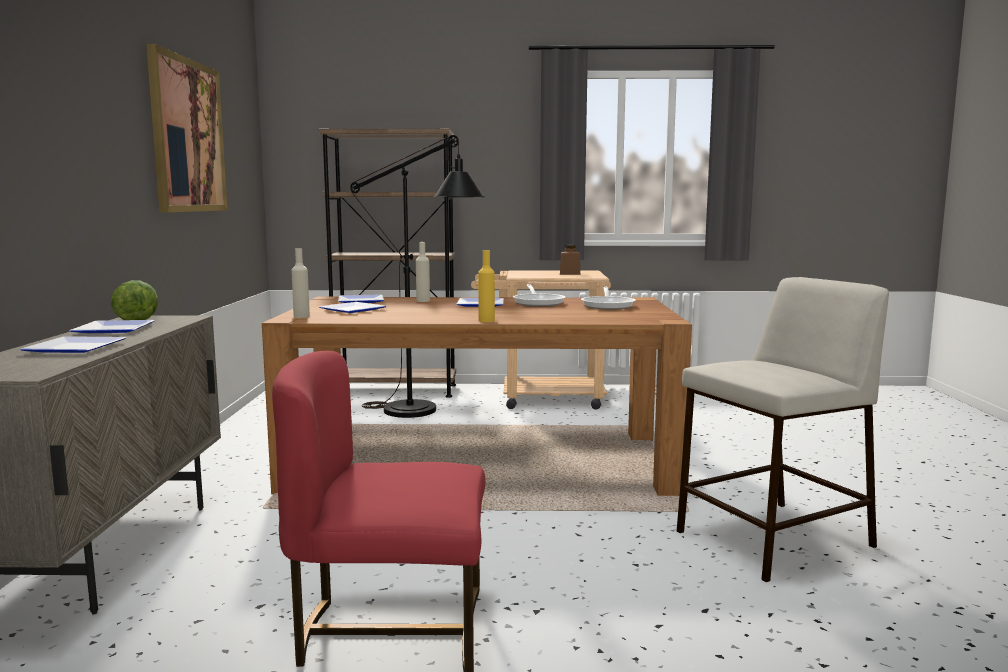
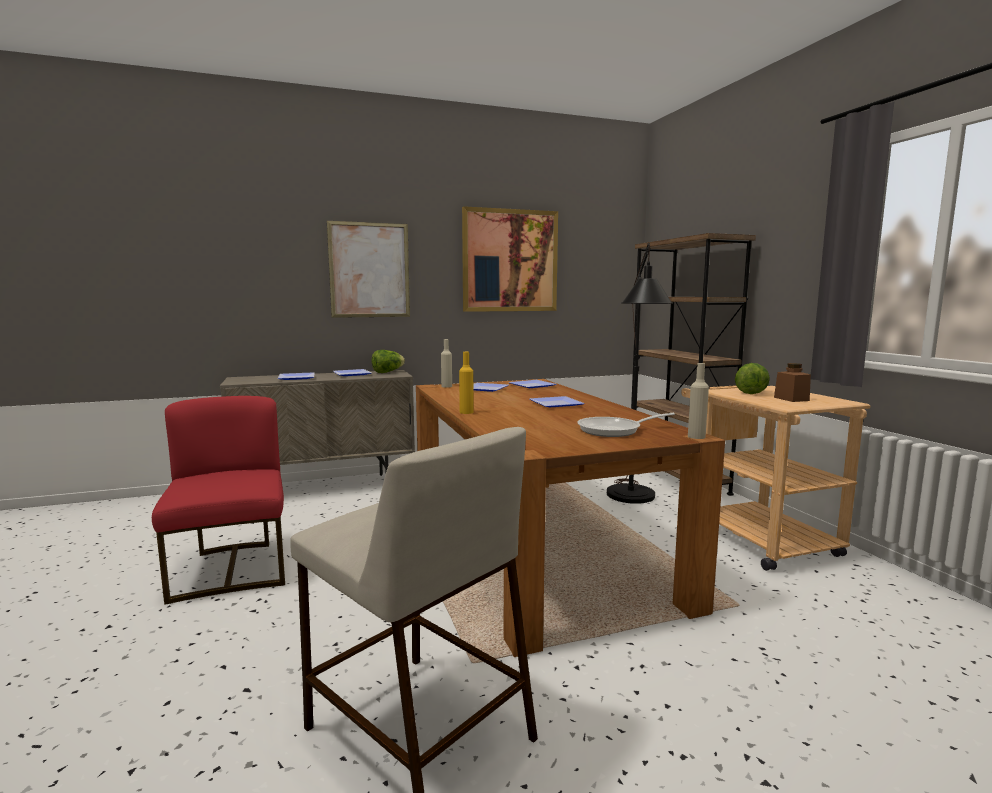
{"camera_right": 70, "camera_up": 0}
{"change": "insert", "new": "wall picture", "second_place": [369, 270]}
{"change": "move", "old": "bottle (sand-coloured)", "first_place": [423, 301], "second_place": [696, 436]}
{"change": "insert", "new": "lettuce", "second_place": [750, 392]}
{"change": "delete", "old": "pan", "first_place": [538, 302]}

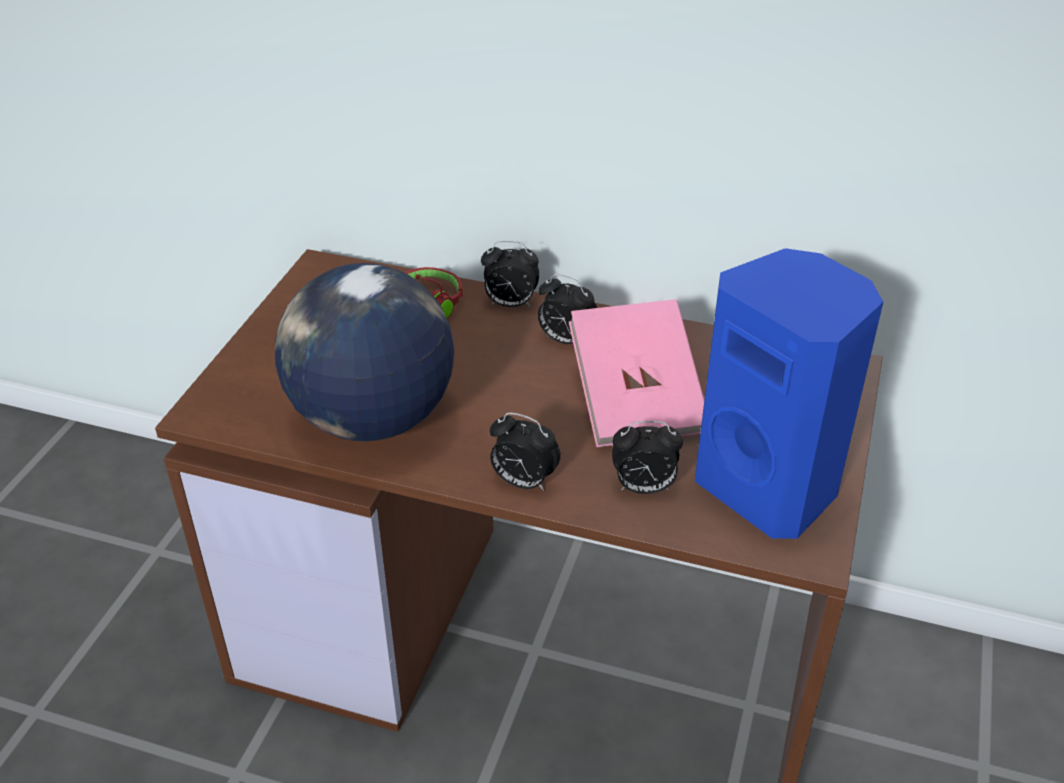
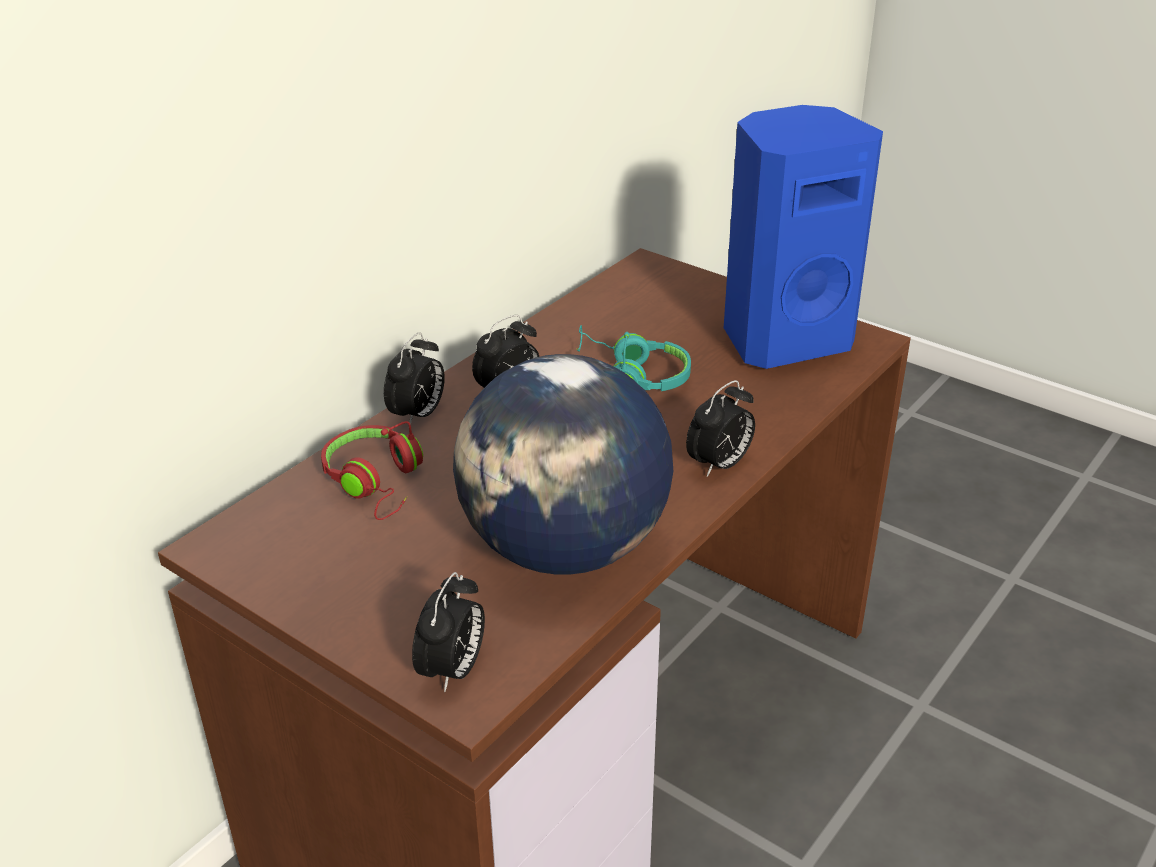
{"camera_right": -70, "camera_up": -5}
{"change": "move", "old": "bedside clock", "first_place": [643, 488], "second_place": [453, 671]}
{"change": "replace", "old": "bound book (pinkish)", "new": "headphones (turquoise-coloured)", "first_place": [636, 401], "second_place": [632, 375]}

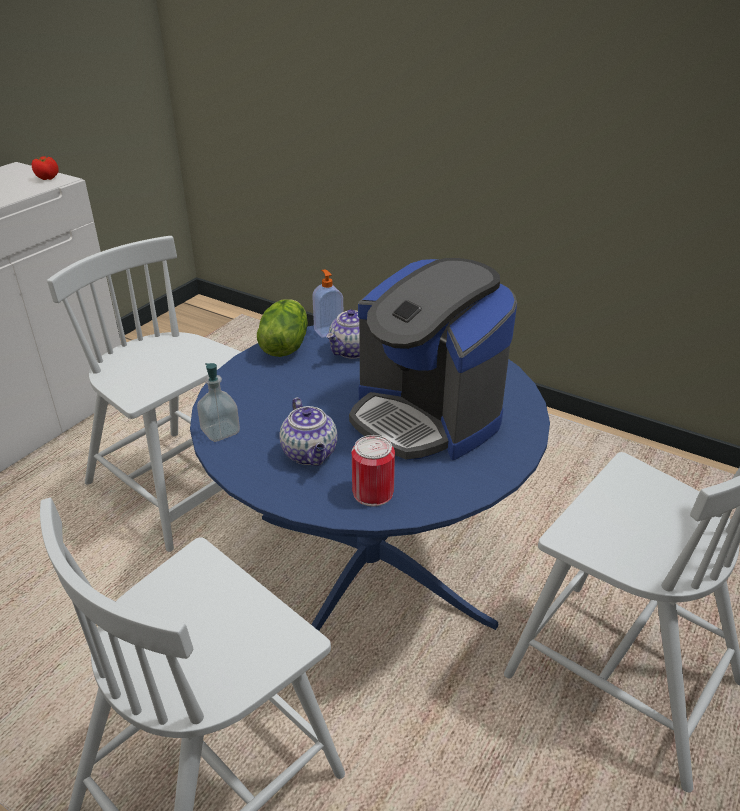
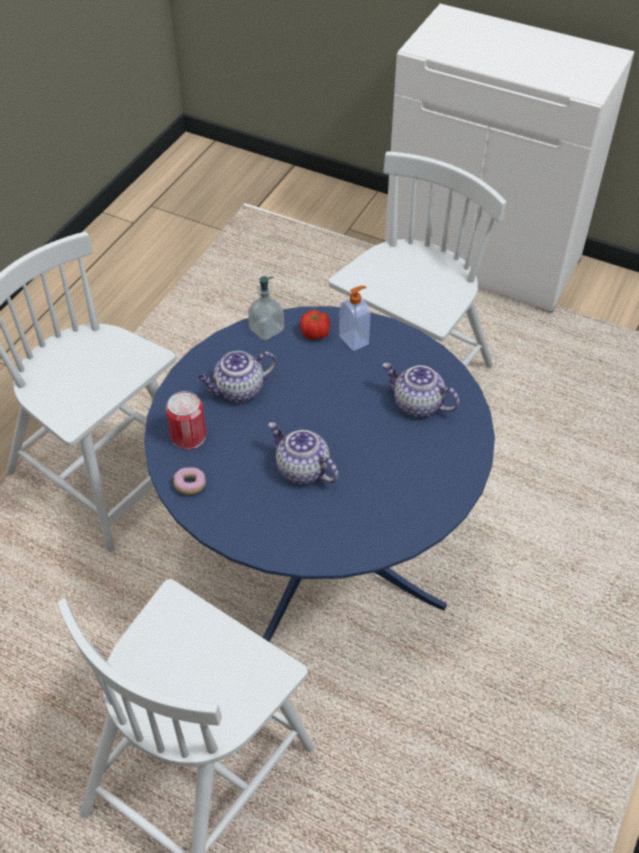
{"camera_right": 85, "camera_up": 15}
{"change": "insert", "new": "donut", "second_place": [190, 485]}
{"change": "replace", "old": "coffee machine", "new": "pot for tea", "first_place": [426, 417], "second_place": [301, 469]}
{"change": "move", "old": "whole tomato", "first_place": [48, 178], "second_place": [315, 334]}
{"change": "move", "old": "liquid soap bottle", "first_place": [328, 331], "second_place": [354, 340]}
{"change": "delete", "old": "lettuce", "first_place": [284, 346]}

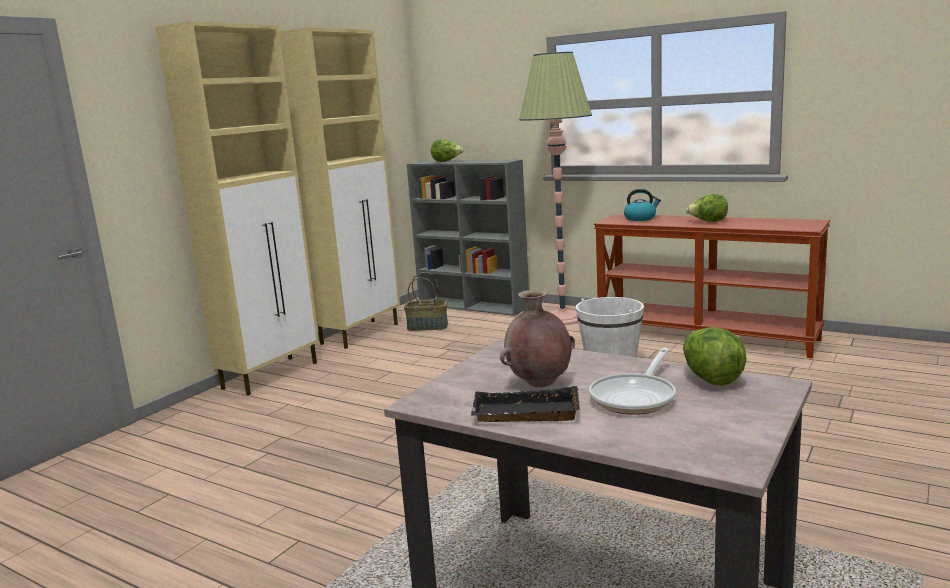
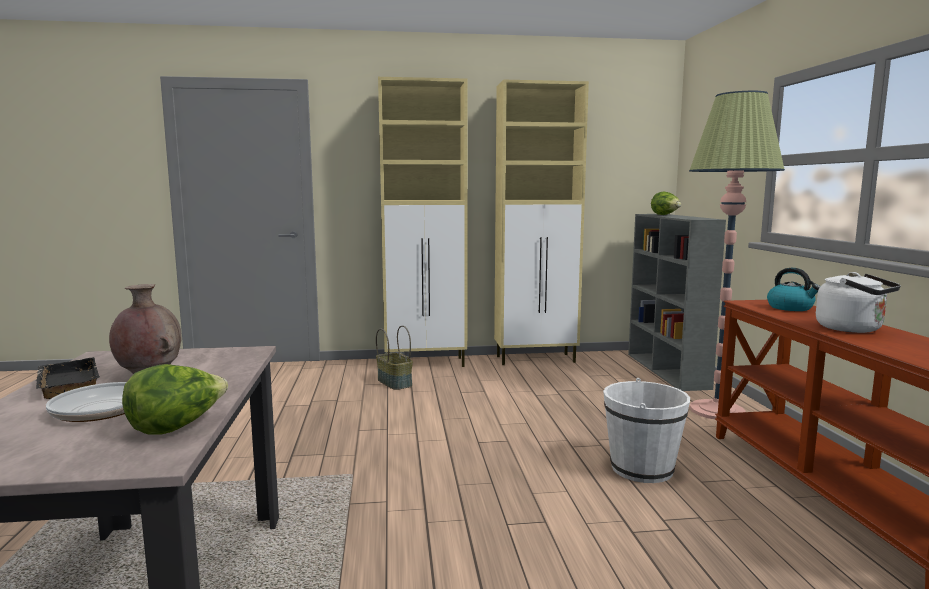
{"camera_right": 50, "camera_up": -5}
{"change": "move", "old": "household basket", "first_place": [428, 327], "second_place": [395, 383]}
{"change": "replace", "old": "lettuce", "new": "water kettle (white)", "first_place": [708, 222], "second_place": [853, 329]}

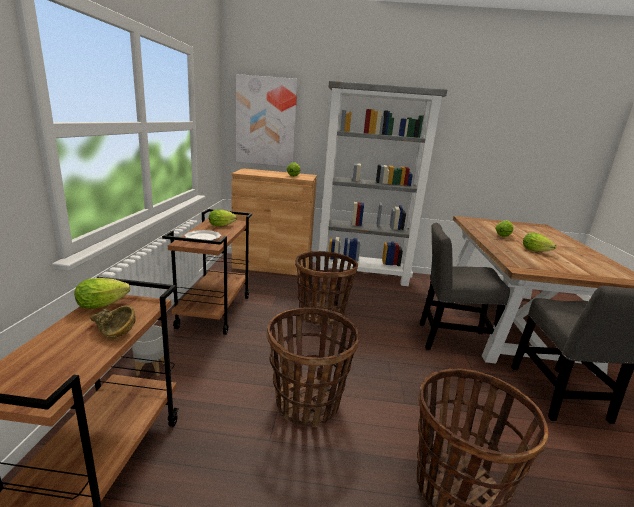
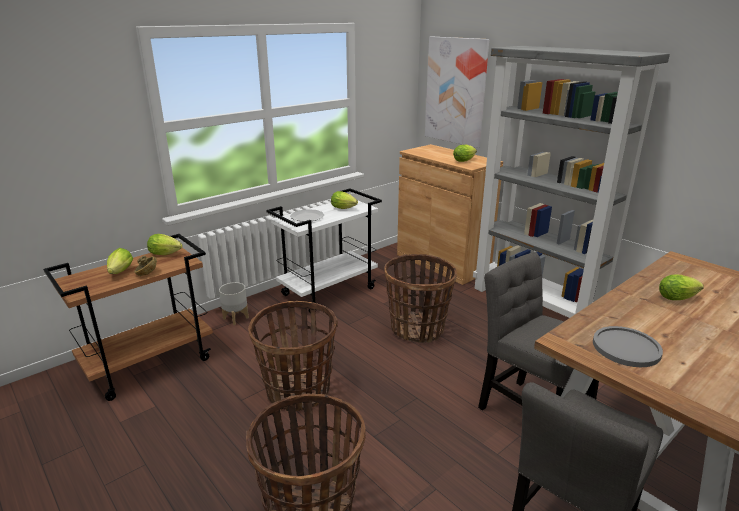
{"camera_right": 45, "camera_up": 5}
{"change": "move", "old": "lettuce", "first_place": [537, 251], "second_place": [120, 273]}
{"change": "recolor", "old": "wheeled cart (brown)", "new": "wheeled cart (white)", "first_place": [214, 311], "second_place": [329, 291]}
{"change": "insert", "new": "flat dish (gray)", "second_place": [626, 348]}

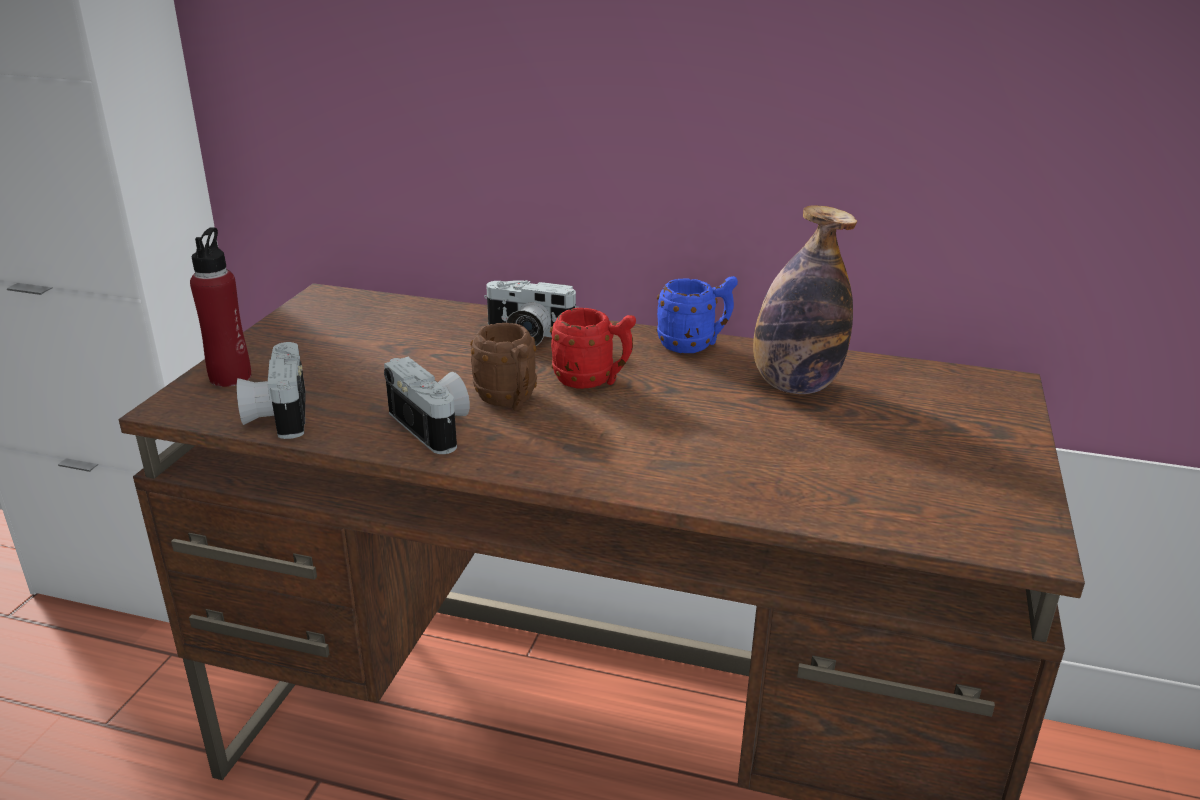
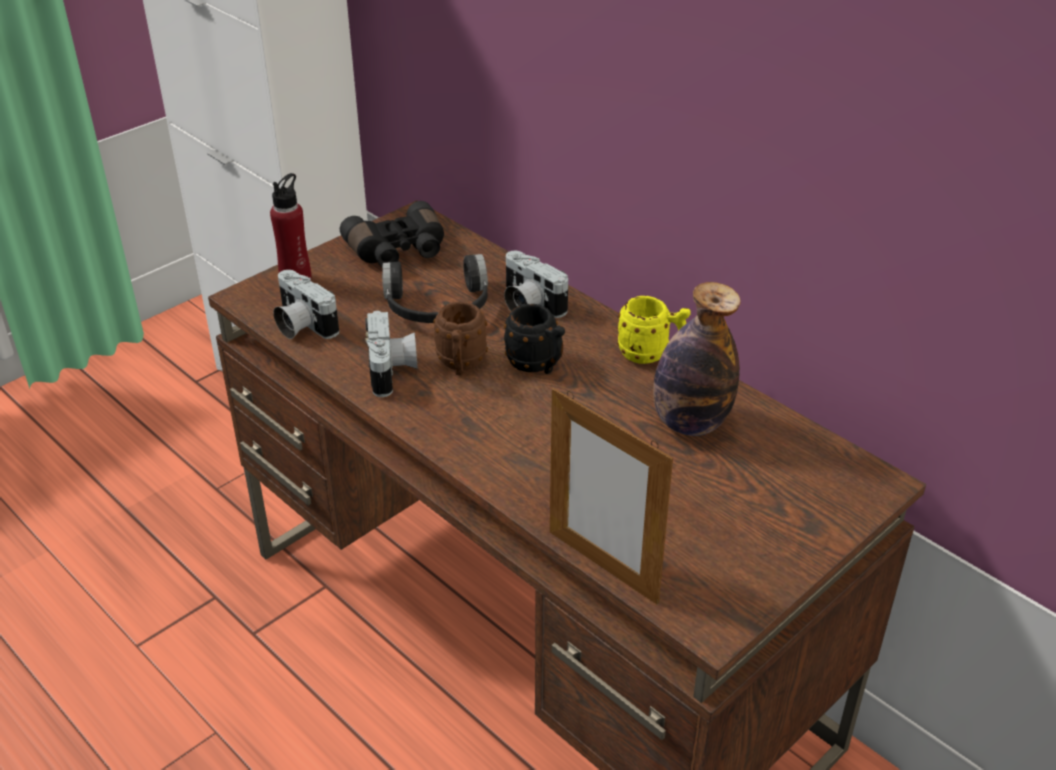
{"camera_right": 30, "camera_up": 10}
{"change": "rotate", "old": "still camera", "first_place": [276, 414], "second_place": [301, 325], "degrees": -60}
{"change": "insert", "new": "binoculars (black)", "second_place": [398, 251]}
{"change": "insert", "new": "headphones (black)", "second_place": [437, 307]}
{"change": "recolor", "old": "coffee mug (red-coloured)", "new": "coffee mug (black)", "first_place": [593, 381], "second_place": [537, 365]}
{"change": "insert", "new": "standing frame", "second_place": [602, 566]}
{"change": "recolor", "old": "coffee mug (blue)", "new": "coffee mug (yellowish)", "first_place": [694, 345], "second_place": [651, 355]}

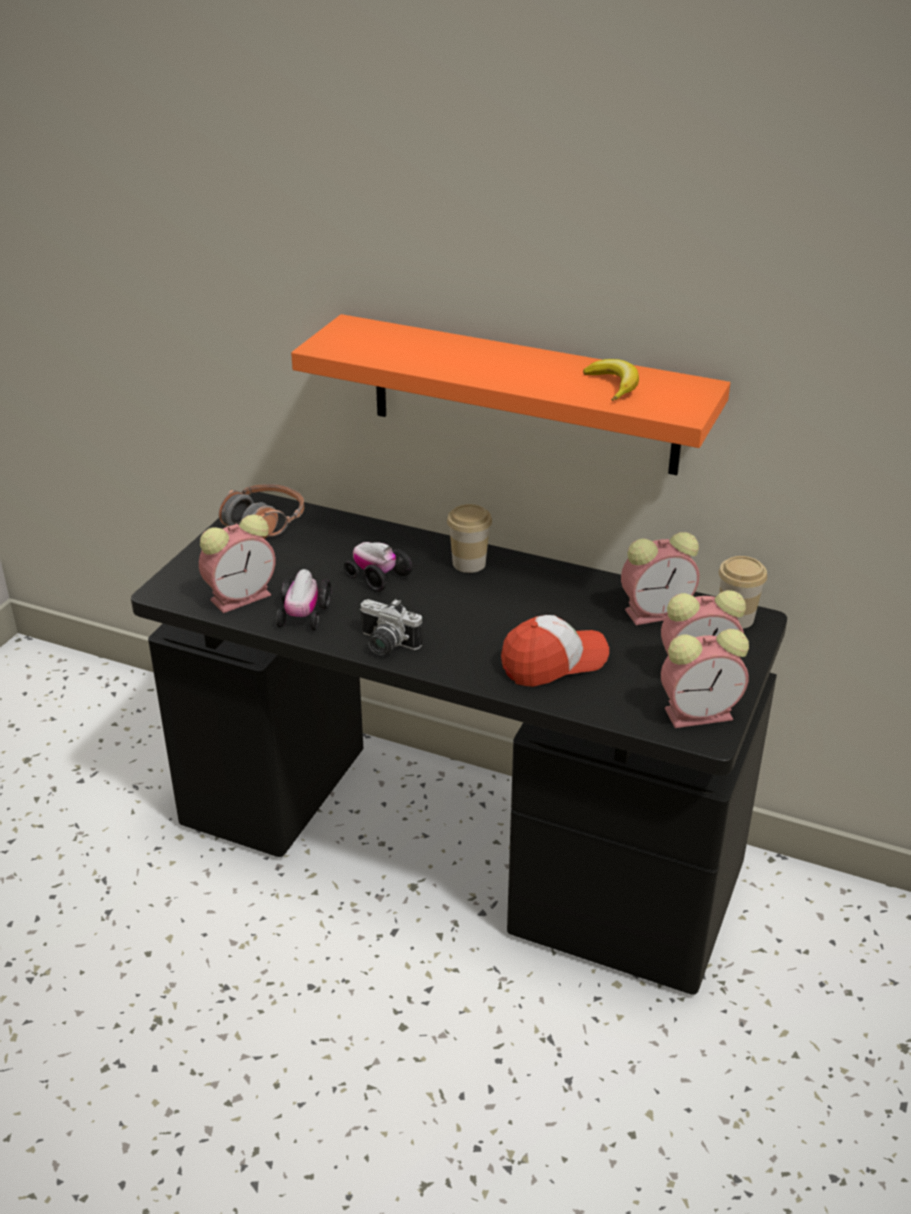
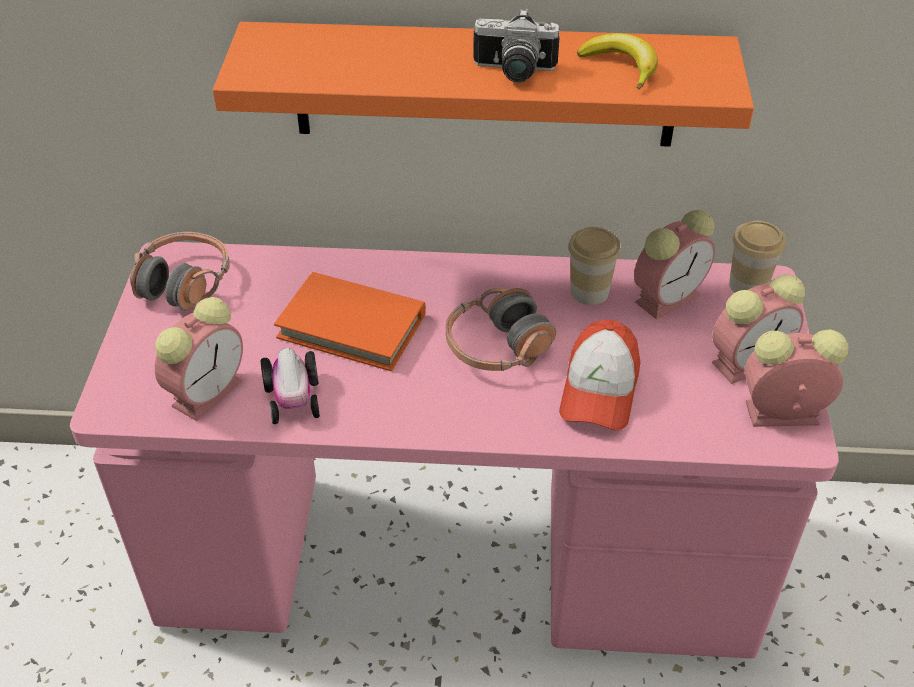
{"camera_right": -20, "camera_up": 10}
{"change": "recolor", "old": "desk table (black)", "new": "desk table (pinkish)", "first_place": [456, 845], "second_place": [457, 560]}
{"change": "replace", "old": "toy car", "new": "bound book (orange-coloured)", "first_place": [377, 577], "second_place": [352, 326]}
{"change": "insert", "new": "headphones", "second_place": [497, 347]}
{"change": "move", "old": "still camera", "first_place": [385, 645], "second_place": [513, 72]}
{"change": "rotate", "old": "peaked cap", "first_place": [553, 662], "second_place": [599, 390], "degrees": 150}
{"change": "move", "old": "drinking cup", "first_place": [469, 563], "second_place": [589, 292]}
{"change": "rotate", "old": "bedside clock", "first_place": [701, 713], "second_place": [779, 413], "degrees": -150}

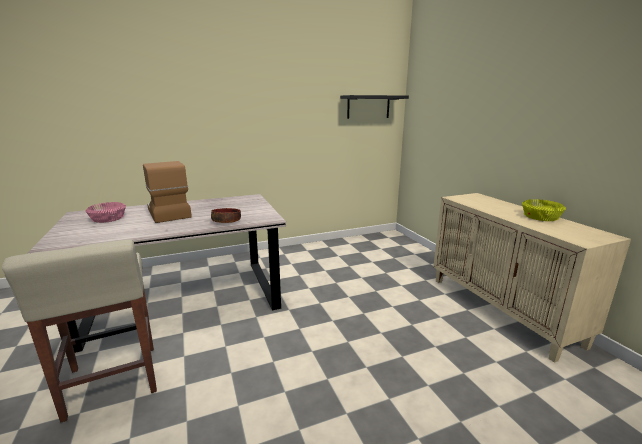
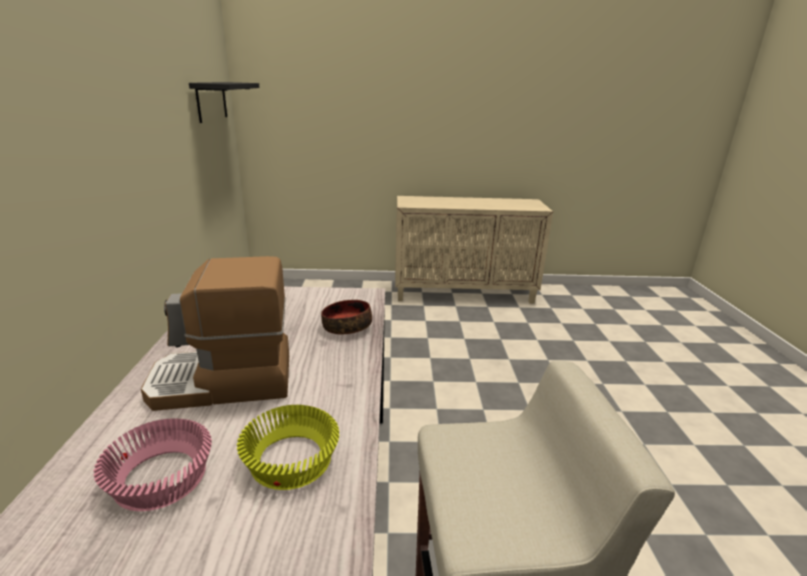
{"camera_right": -70, "camera_up": 5}
{"change": "move", "old": "deep dish (yellowish)", "first_place": [540, 217], "second_place": [289, 462]}

